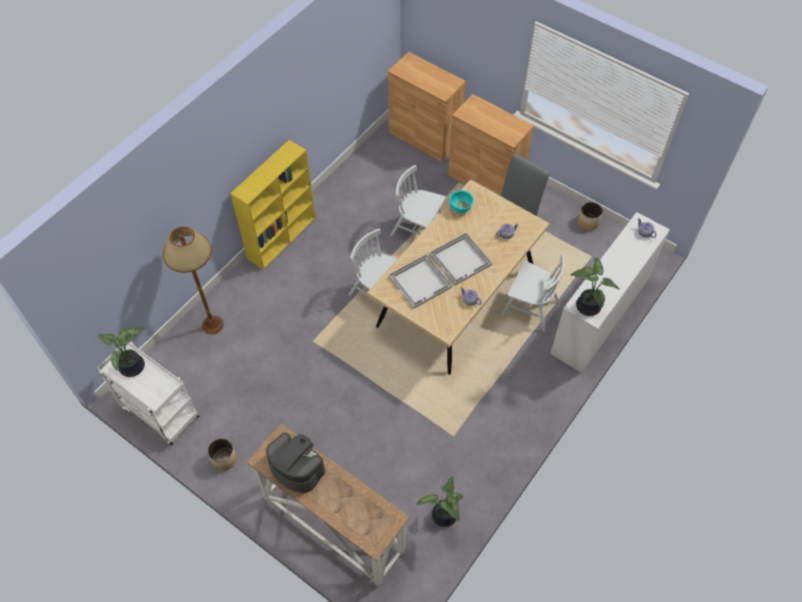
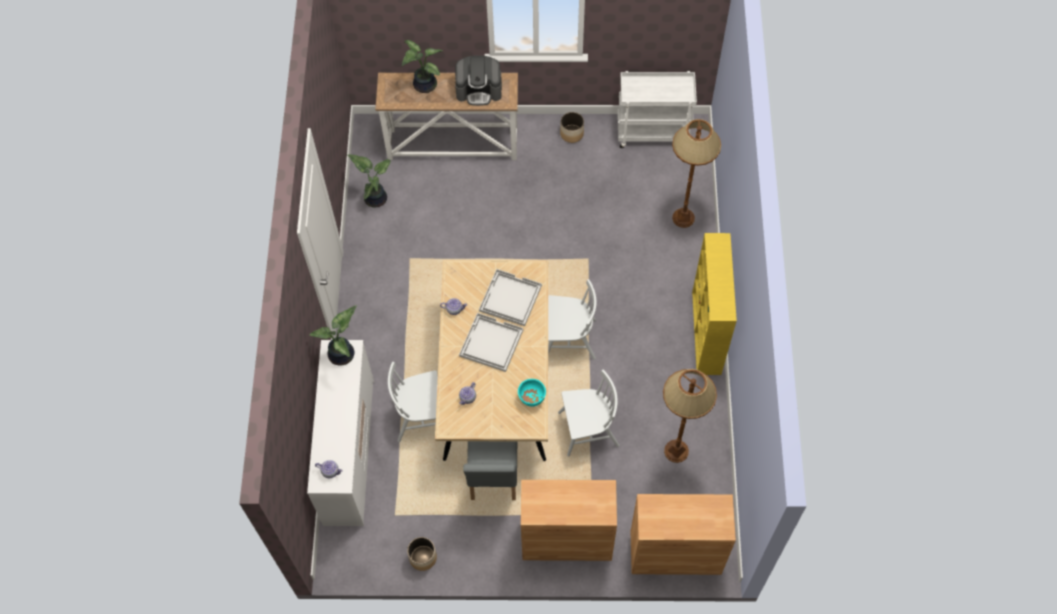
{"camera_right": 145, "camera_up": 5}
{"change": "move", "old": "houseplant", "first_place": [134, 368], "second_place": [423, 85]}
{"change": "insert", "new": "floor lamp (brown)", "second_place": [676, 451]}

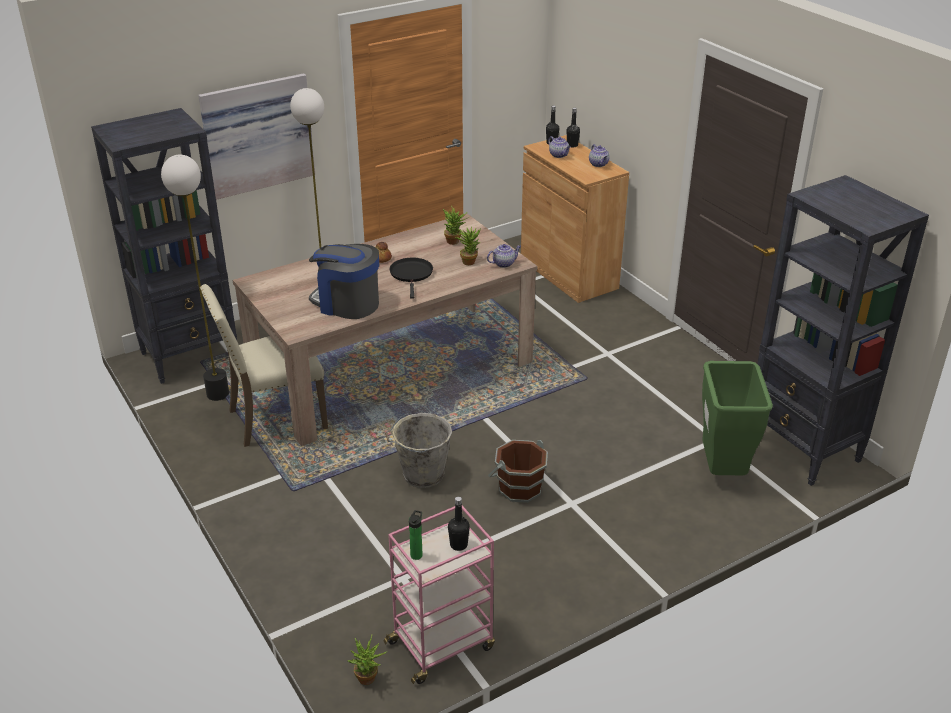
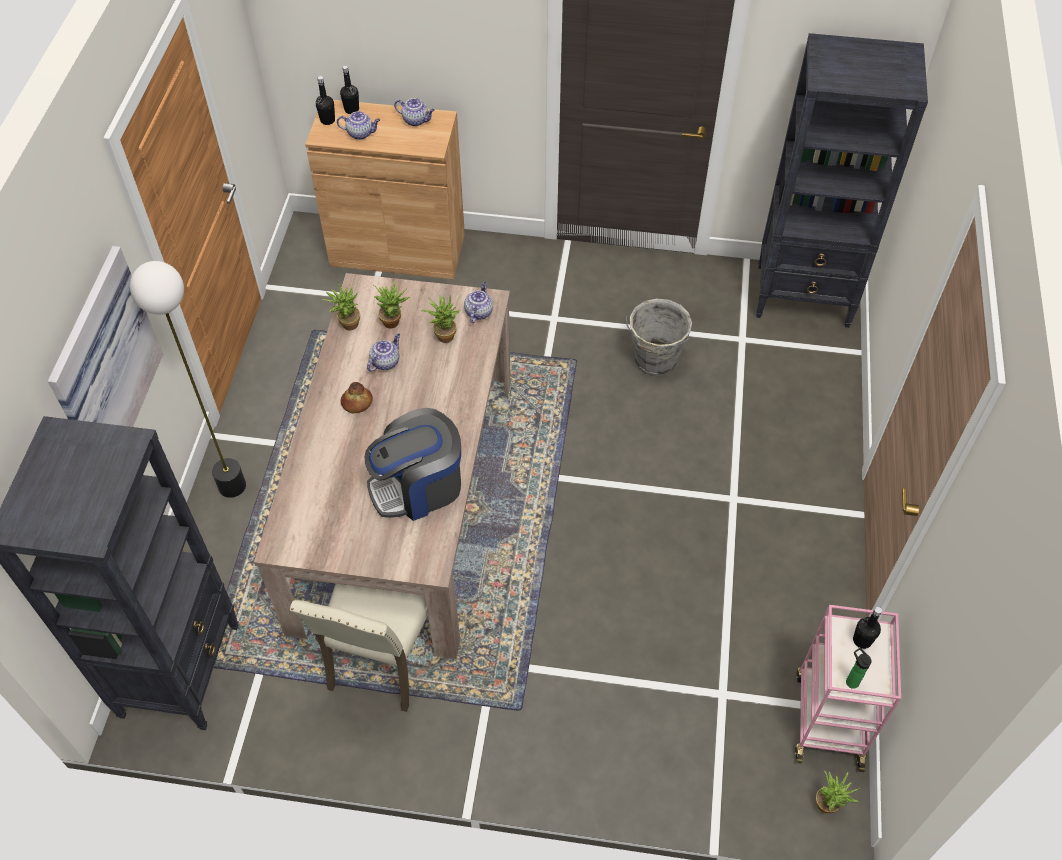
{"camera_right": -50, "camera_up": 20}
{"change": "insert", "new": "houseplant", "second_place": [346, 324]}
{"change": "insert", "new": "pot for tea", "second_place": [385, 362]}
{"change": "move", "old": "pail (gray)", "first_place": [421, 475], "second_place": [654, 361]}
{"change": "delete", "old": "floor lamp", "first_place": [217, 393]}
{"change": "delete", "old": "pan (black)", "first_place": [411, 274]}
{"change": "delete", "old": "pail (brown)", "first_place": [519, 488]}
{"change": "delete", "old": "trash can (greenish)", "first_place": [722, 472]}

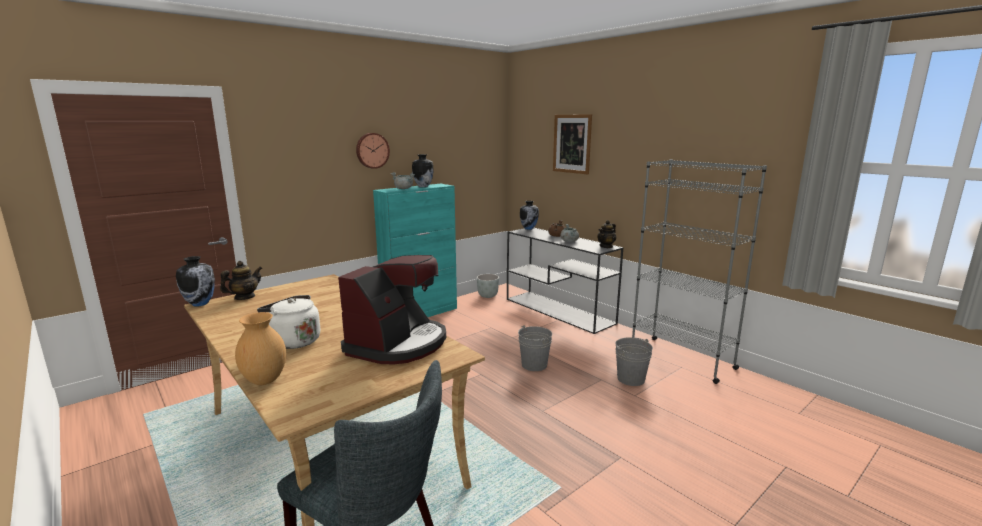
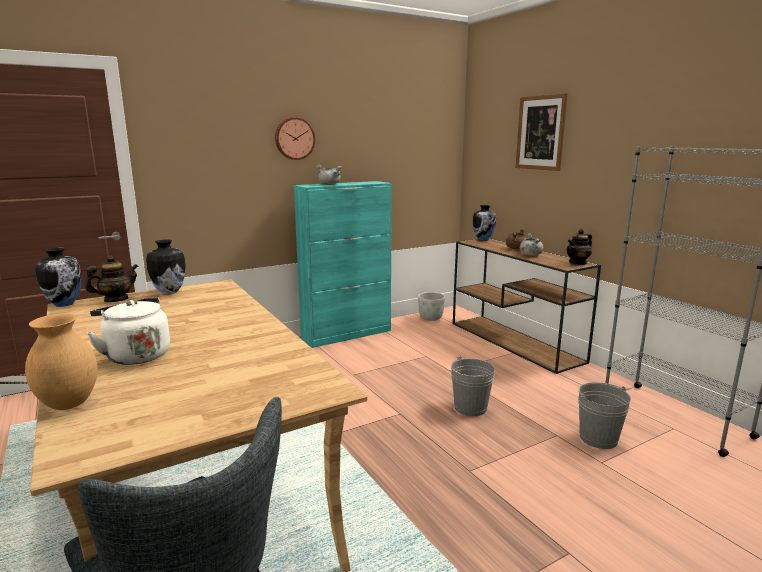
{"camera_right": 10, "camera_up": 0}
{"change": "move", "old": "flower vase", "first_place": [423, 186], "second_place": [169, 292]}
{"change": "recolor", "old": "narrow table (gray)", "new": "narrow table (brown)", "first_place": [559, 311], "second_place": [515, 342]}
{"change": "delete", "old": "coffee machine", "first_place": [398, 344]}

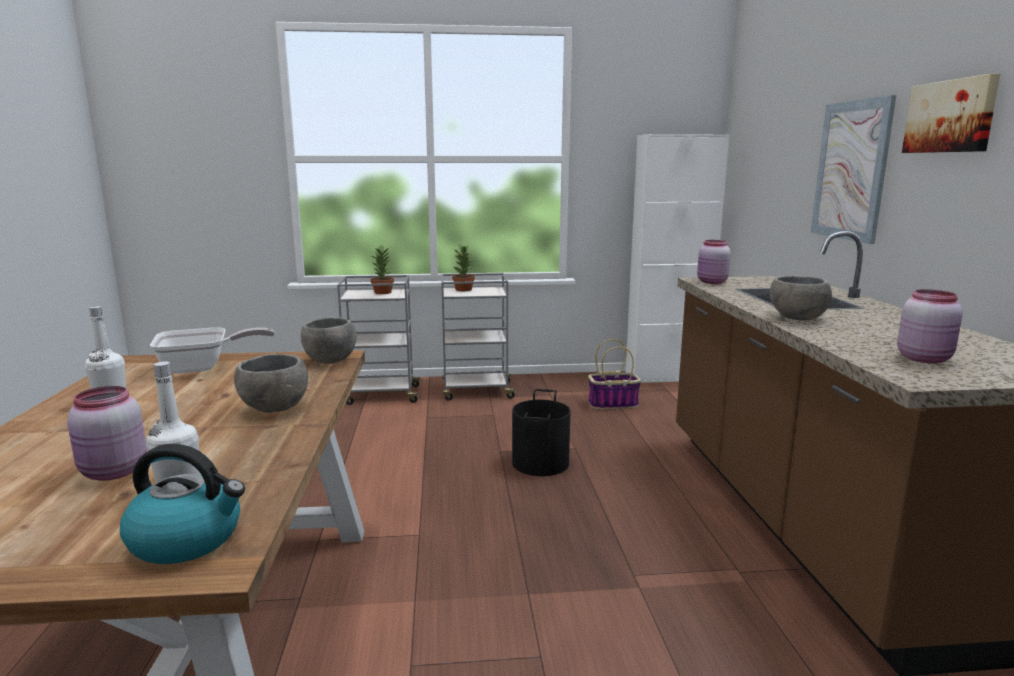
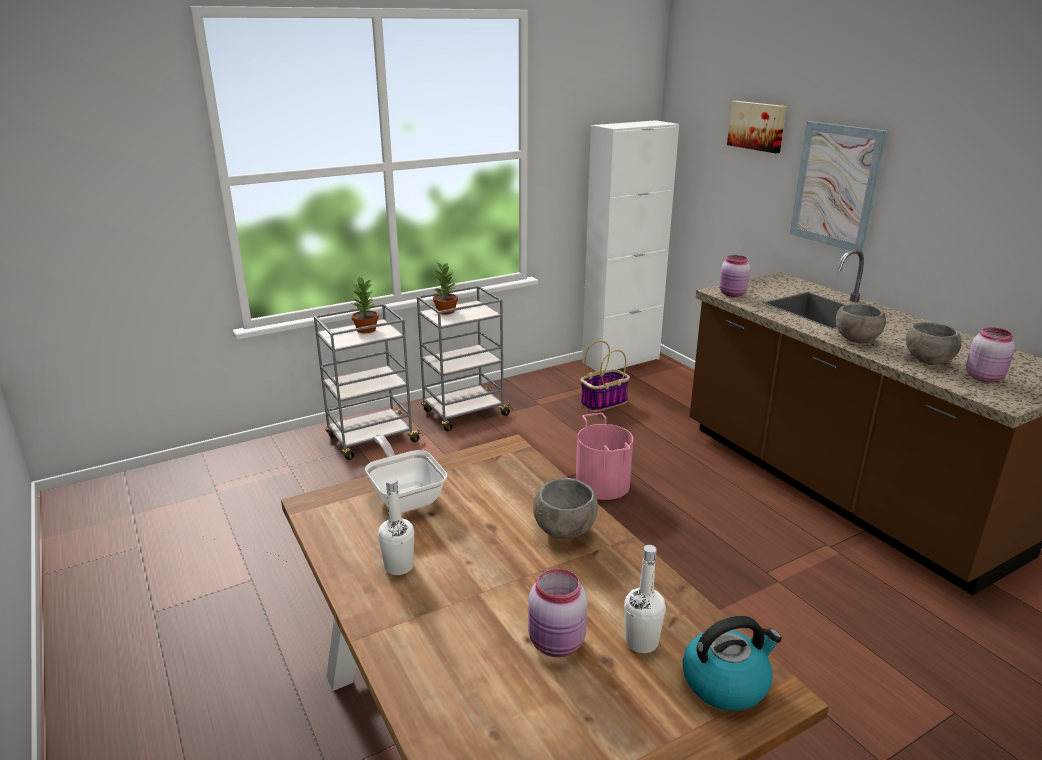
{"camera_right": -25, "camera_up": 10}
{"change": "rotate", "old": "pan", "first_place": [203, 367], "second_place": [405, 496], "degrees": -75}
{"change": "recolor", "old": "pail (black)", "new": "pail (pinkish)", "first_place": [541, 463], "second_place": [603, 484]}
{"change": "move", "old": "wall picture", "first_place": [951, 116], "second_place": [757, 126]}
{"change": "move", "old": "deep dish (gray)", "first_place": [330, 361], "second_place": [928, 361]}

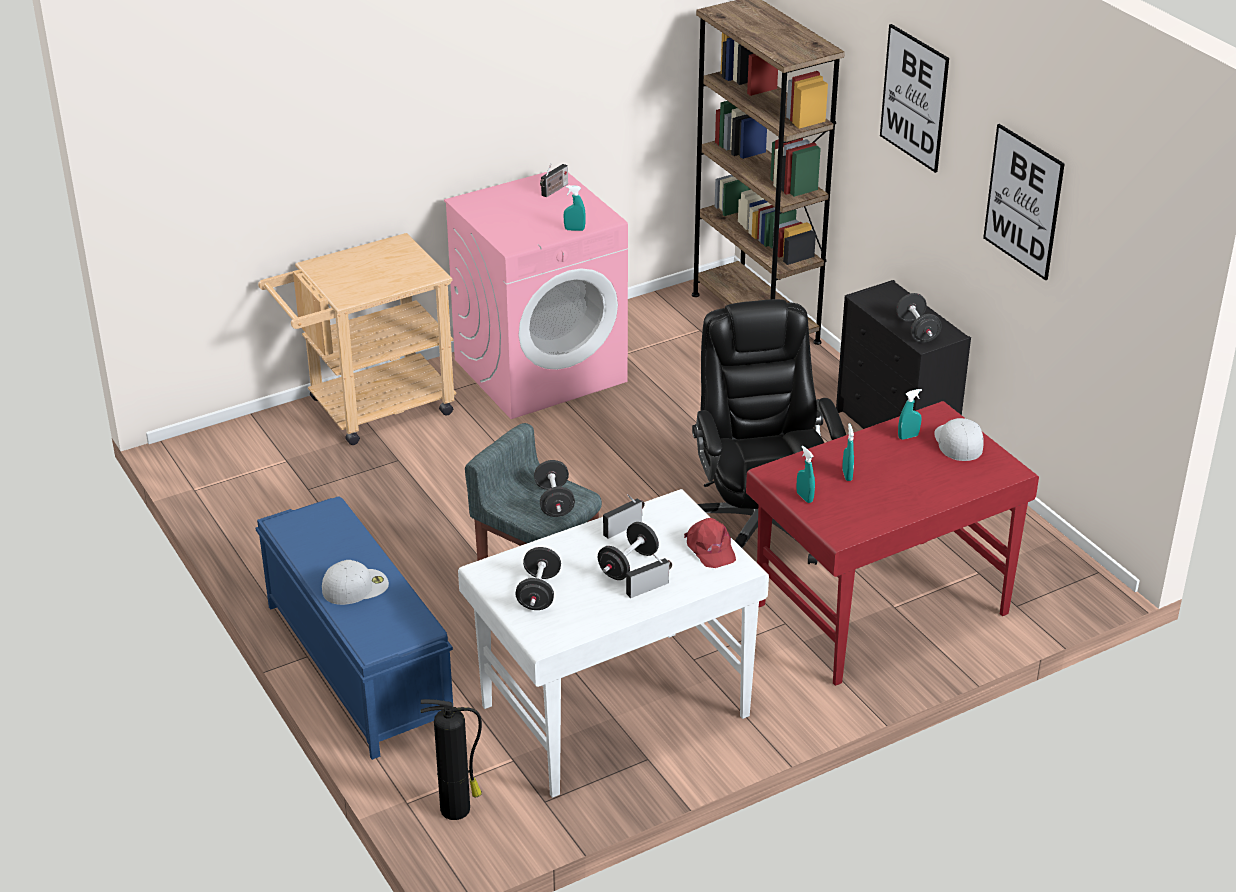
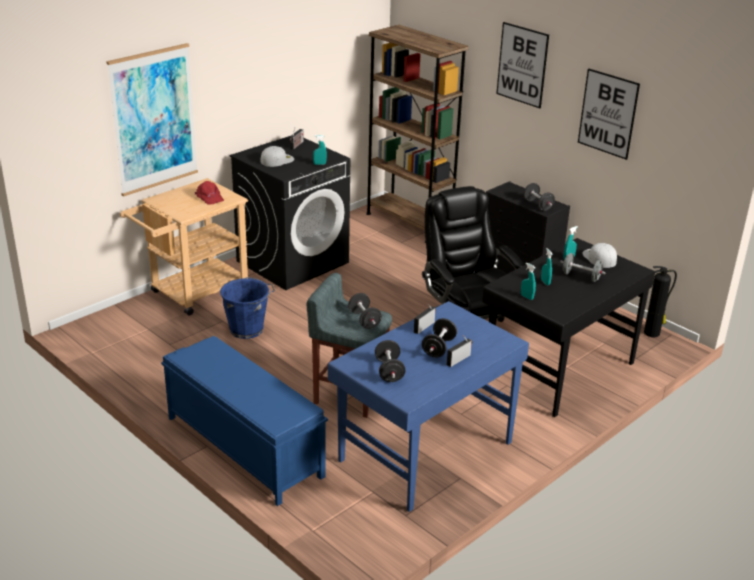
{"camera_right": -15, "camera_up": -5}
{"change": "insert", "new": "wall picture", "second_place": [154, 119]}
{"change": "move", "old": "peaked cap (red-coloured)", "first_place": [710, 549], "second_place": [209, 197]}
{"change": "insert", "new": "pail (blue)", "second_place": [248, 329]}
{"change": "recolor", "old": "laundry appliance (pinkish)", "new": "laundry appliance (black)", "first_place": [541, 370], "second_place": [293, 261]}
{"change": "move", "old": "peaked cap (white)", "first_place": [355, 586], "second_place": [277, 160]}
{"change": "recolor", "old": "desk table (white)", "new": "desk table (blue)", "first_place": [612, 710], "second_place": [424, 451]}
{"change": "recolor", "old": "desk table (red-coloured)", "new": "desk table (black)", "first_place": [879, 608], "second_place": [558, 369]}
{"change": "insert", "new": "dumbbell (gray)", "second_place": [581, 277]}
{"change": "move", "old": "extinguisher", "first_place": [457, 809], "second_place": [652, 333]}

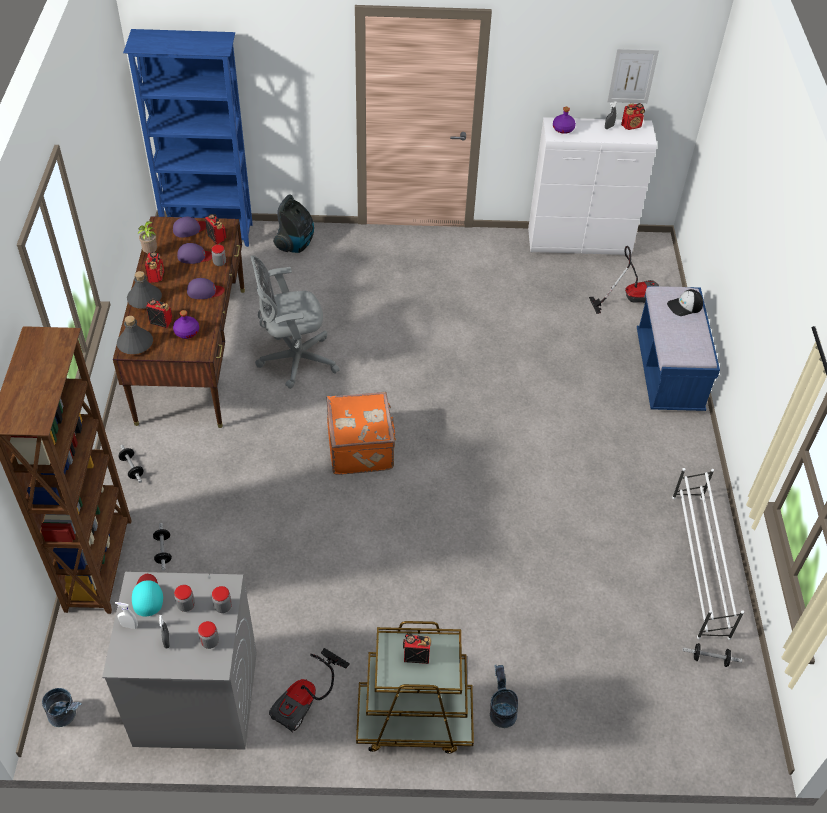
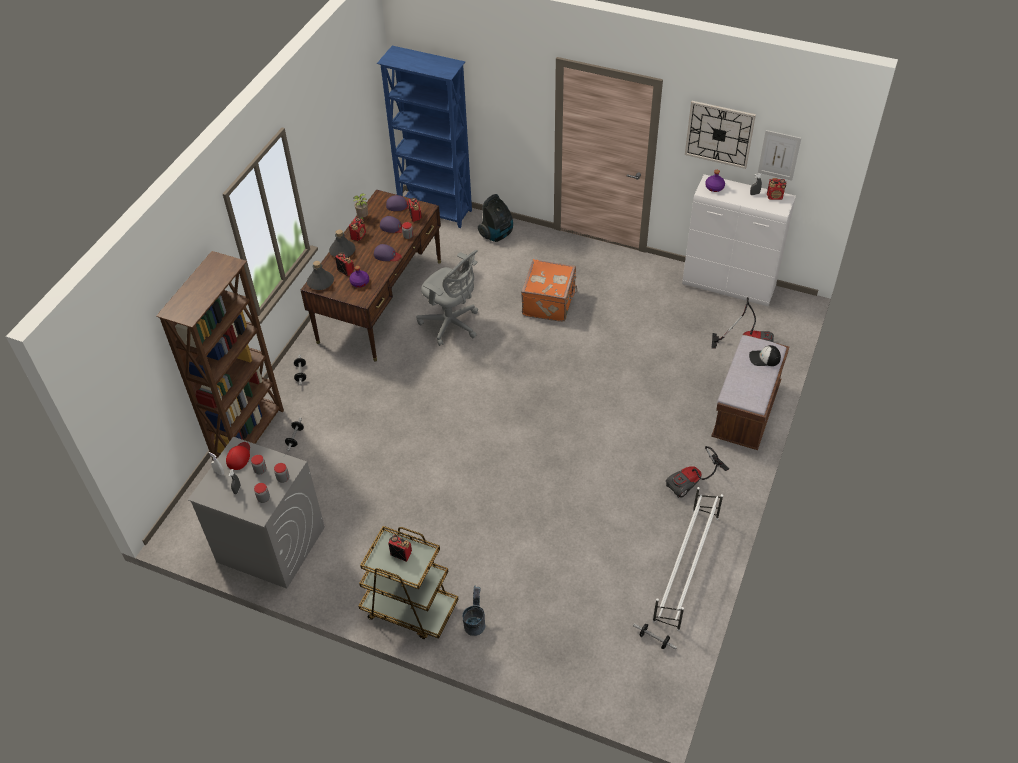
{"camera_right": 25, "camera_up": 0}
{"change": "recolor", "old": "peaked cap (turquoise-coloured)", "new": "peaked cap (red-coloured)", "first_place": [147, 596], "second_place": [239, 457]}
{"change": "rotate", "old": "office chair (gray)", "first_place": [294, 360], "second_place": [451, 324], "degrees": -150}
{"change": "move", "old": "travel case (orange-coloured)", "first_place": [361, 447], "second_place": [550, 303]}
{"change": "move", "old": "vacuum cleaner", "first_place": [307, 700], "second_place": [693, 482]}
{"change": "insert", "new": "wall clock", "second_place": [719, 134]}
{"change": "recolor", "old": "bench (blue)", "new": "bench (brown)", "first_place": [668, 373], "second_place": [746, 412]}
{"change": "delete", "old": "pail (gray)", "first_place": [66, 716]}

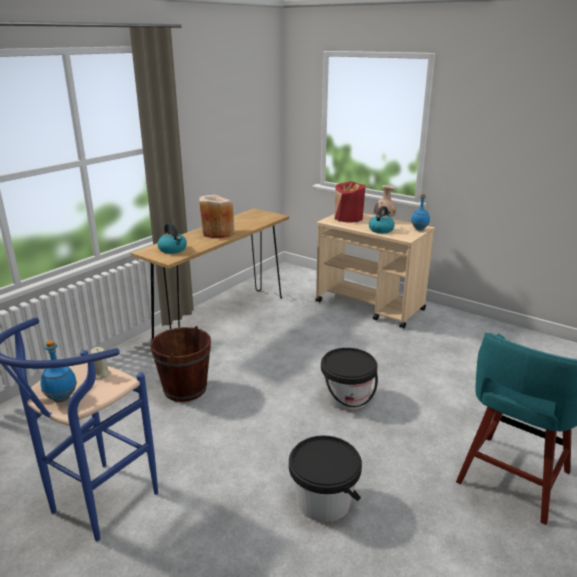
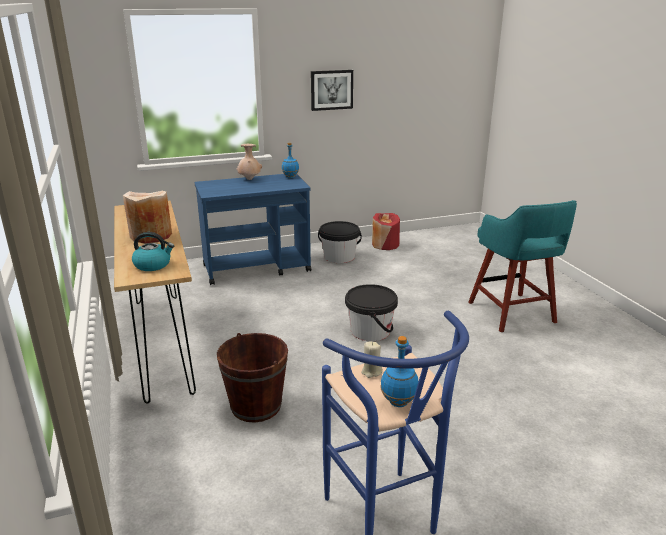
{"camera_right": -55, "camera_up": 0}
{"change": "recolor", "old": "wheeled cart (sand-coloured)", "new": "wheeled cart (blue)", "first_place": [370, 306], "second_place": [257, 268]}
{"change": "insert", "new": "wall picture", "second_place": [331, 90]}
{"change": "move", "old": "pail (black)", "first_place": [323, 501], "second_place": [339, 257]}
{"change": "move", "old": "flower vase (red-coloured)", "first_place": [348, 218], "second_place": [385, 245]}
{"change": "delete", "old": "water kettle", "first_place": [381, 230]}

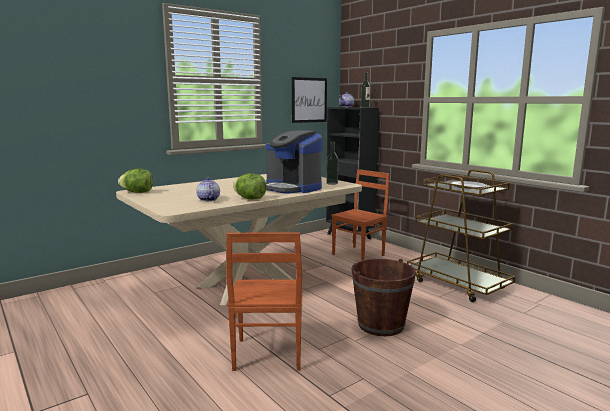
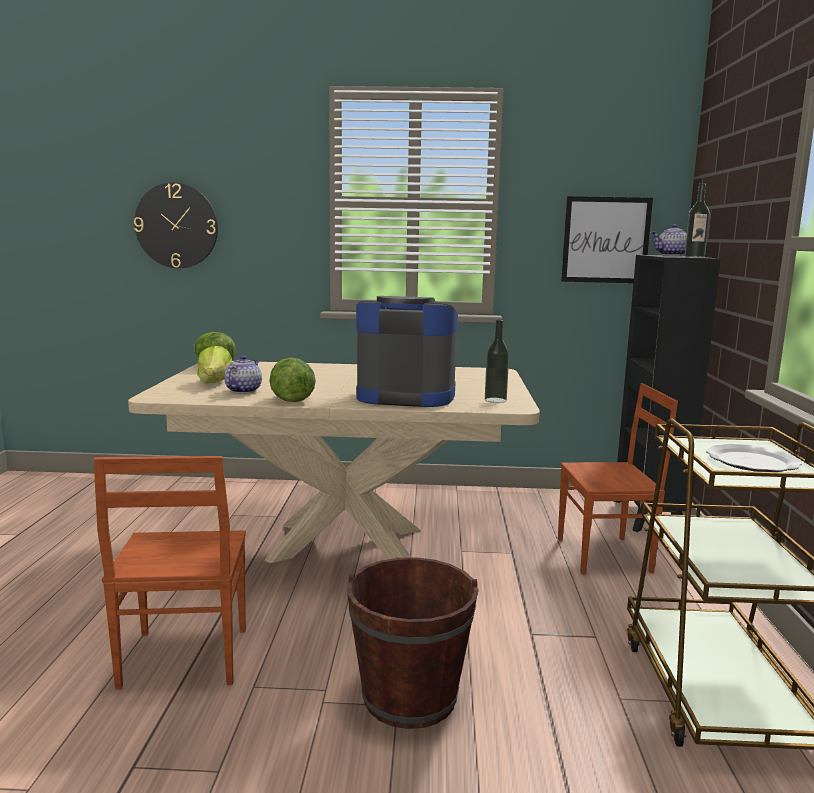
{"camera_right": 40, "camera_up": 0}
{"change": "rotate", "old": "plain chair (brown)", "first_place": [266, 355], "second_place": [182, 659], "degrees": -45}
{"change": "insert", "new": "wall clock", "second_place": [177, 226]}
{"change": "insert", "new": "lettuce", "second_place": [215, 382]}
{"change": "rotate", "old": "coffee machine", "first_place": [292, 188], "second_place": [406, 396], "degrees": 105}

